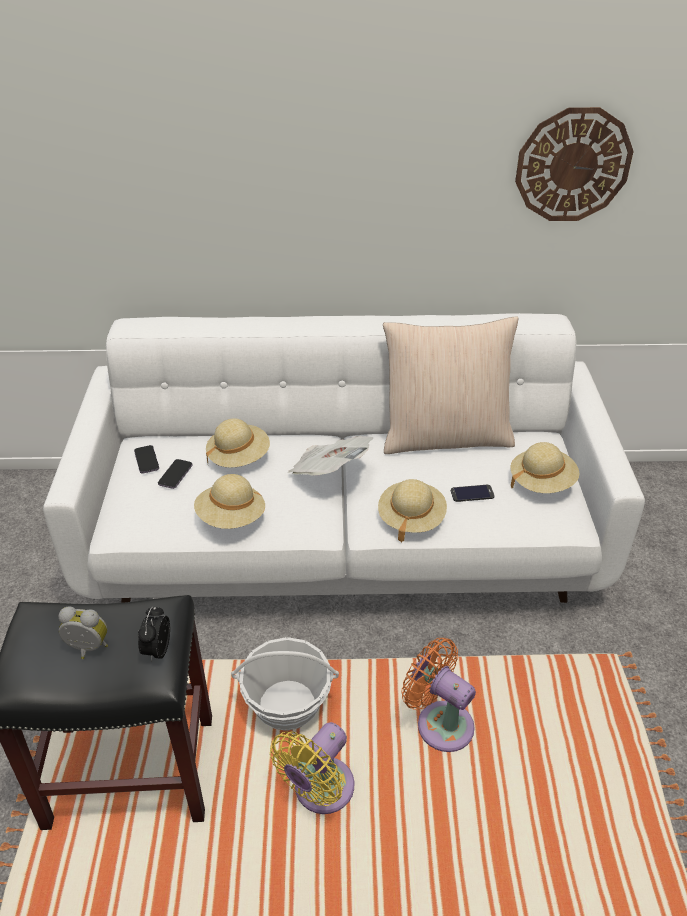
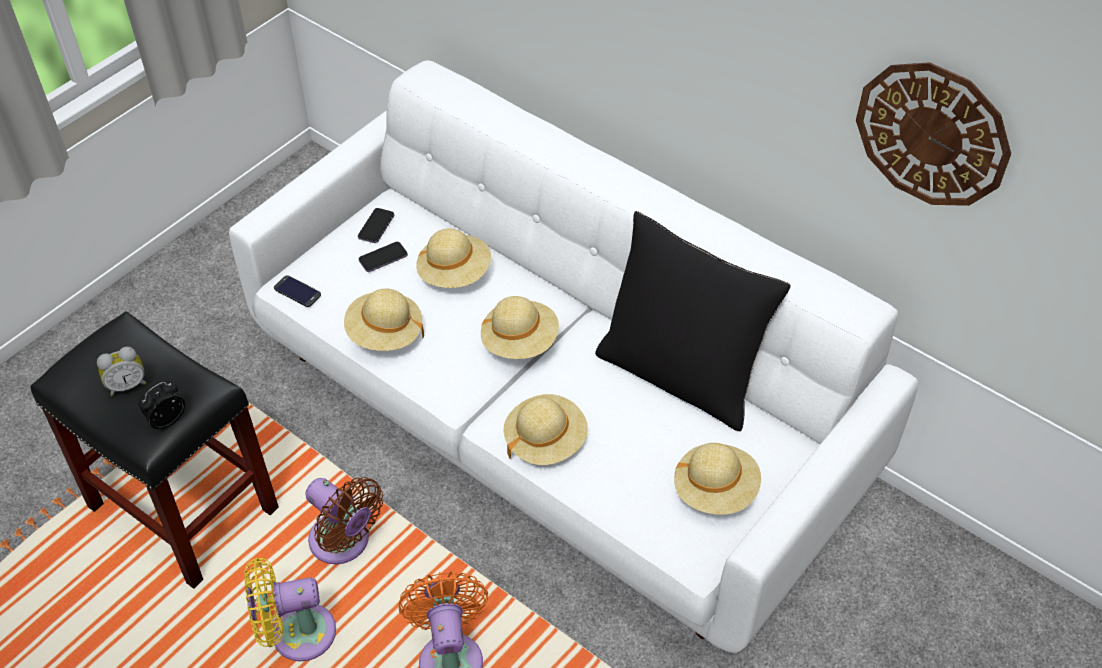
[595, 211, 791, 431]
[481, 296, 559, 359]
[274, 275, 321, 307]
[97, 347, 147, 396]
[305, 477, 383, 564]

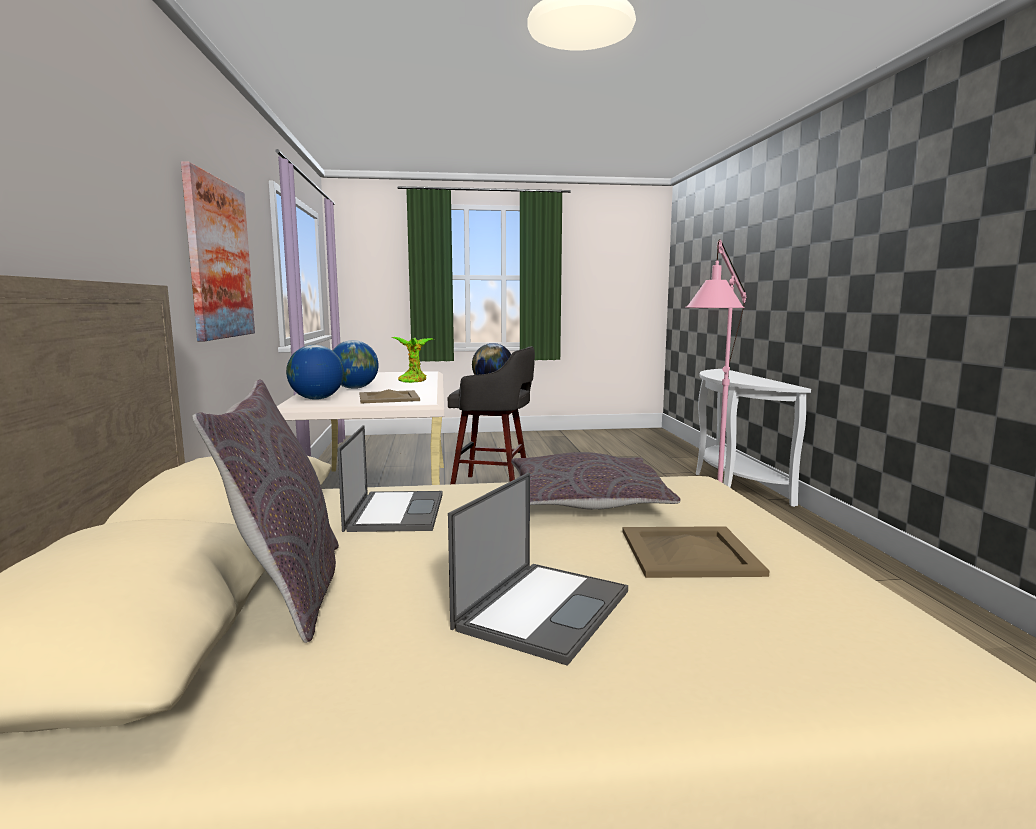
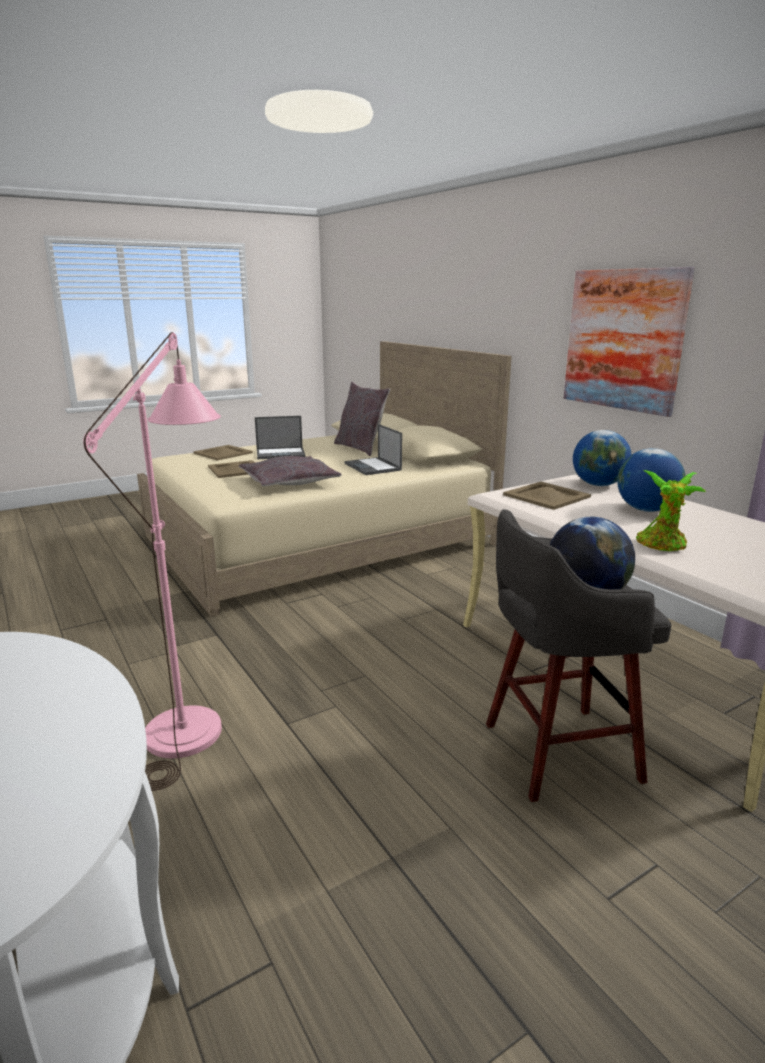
[255, 416, 305, 459]
[193, 445, 253, 461]

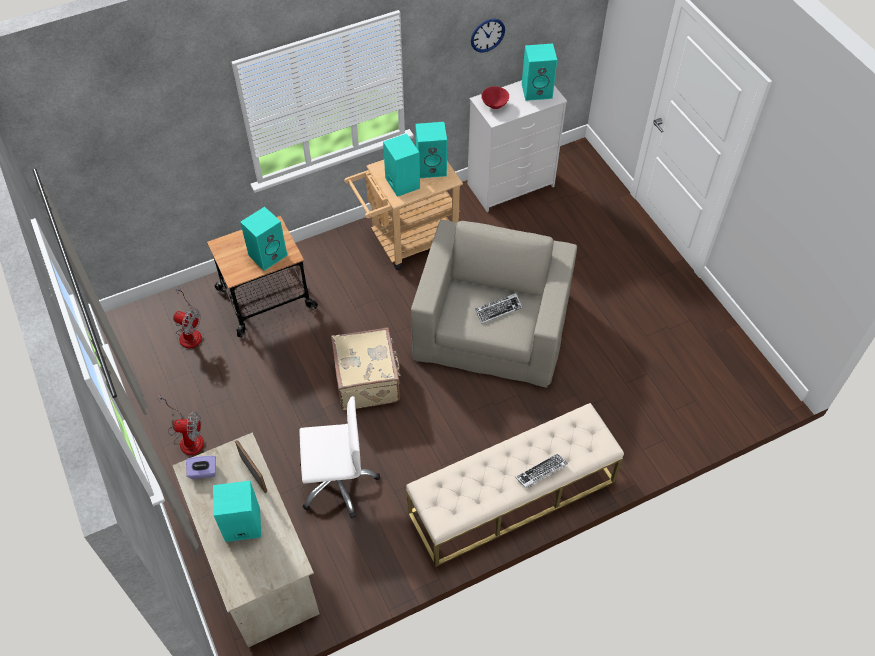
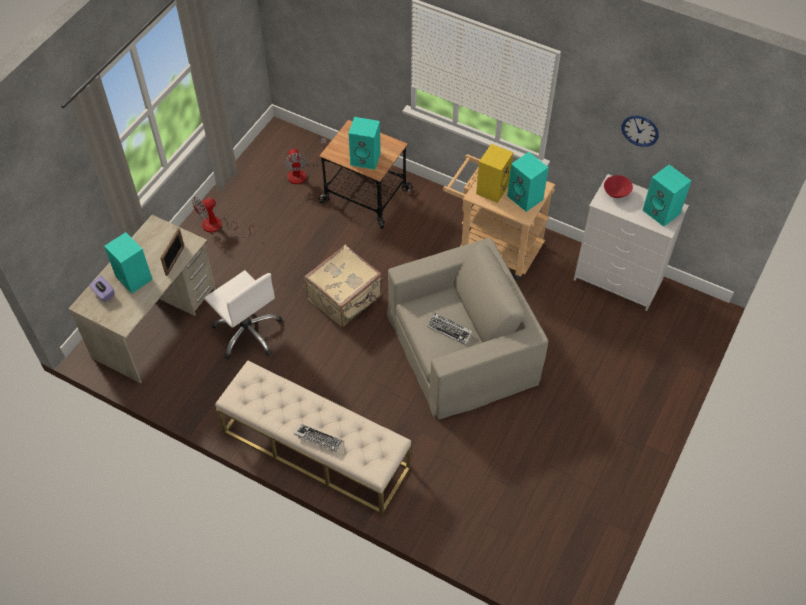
[476, 144, 513, 203]
[192, 197, 254, 238]
[89, 276, 114, 302]

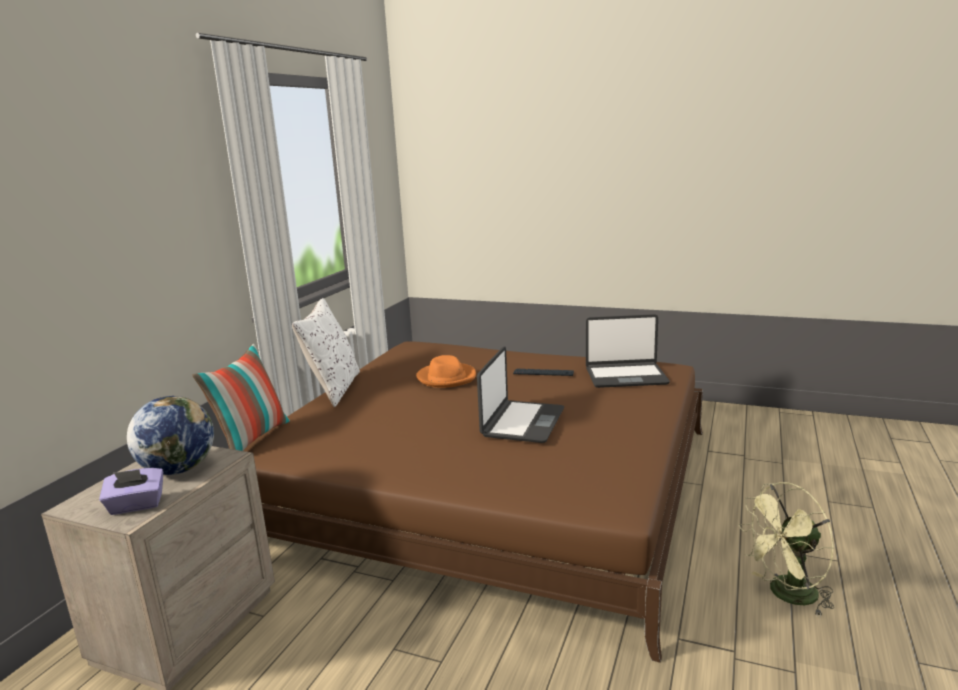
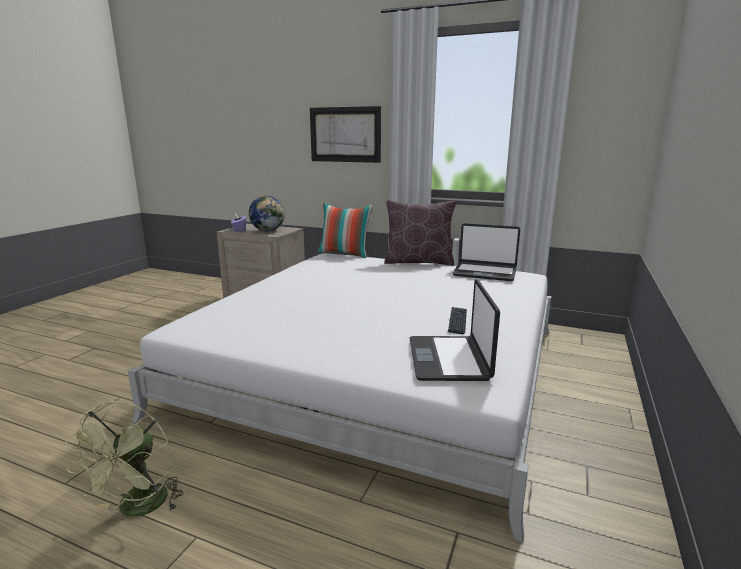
[384, 200, 456, 266]
[128, 254, 551, 542]
[453, 223, 520, 281]
[416, 355, 476, 388] (first image)
[65, 401, 184, 517]
[310, 106, 381, 163]

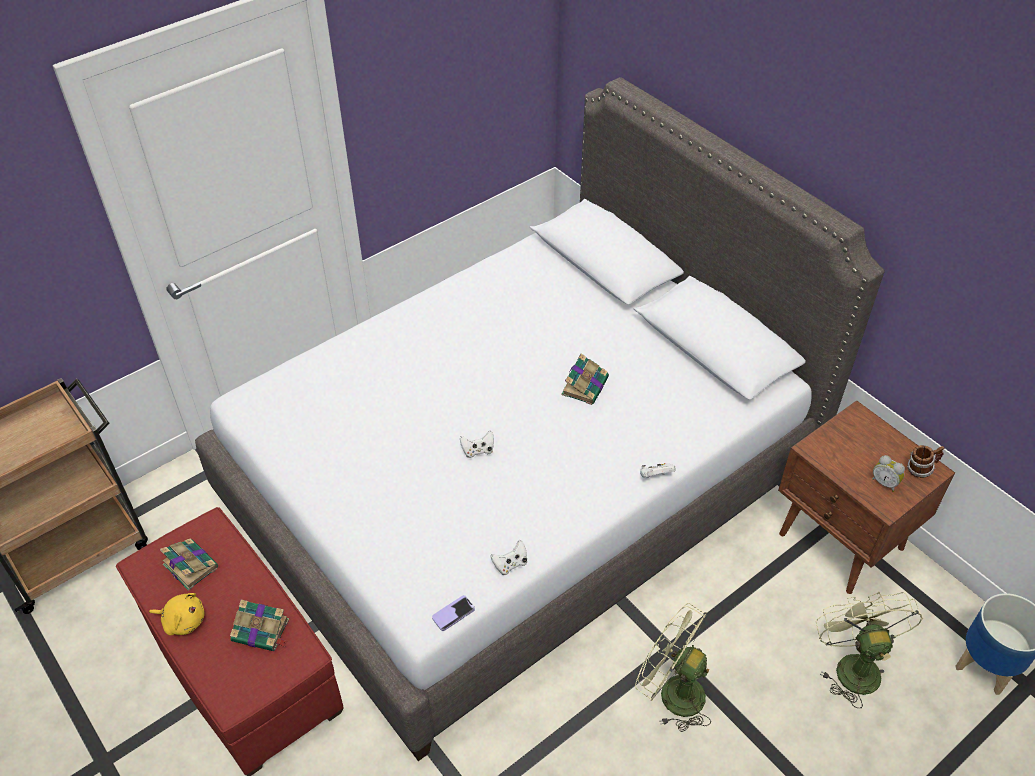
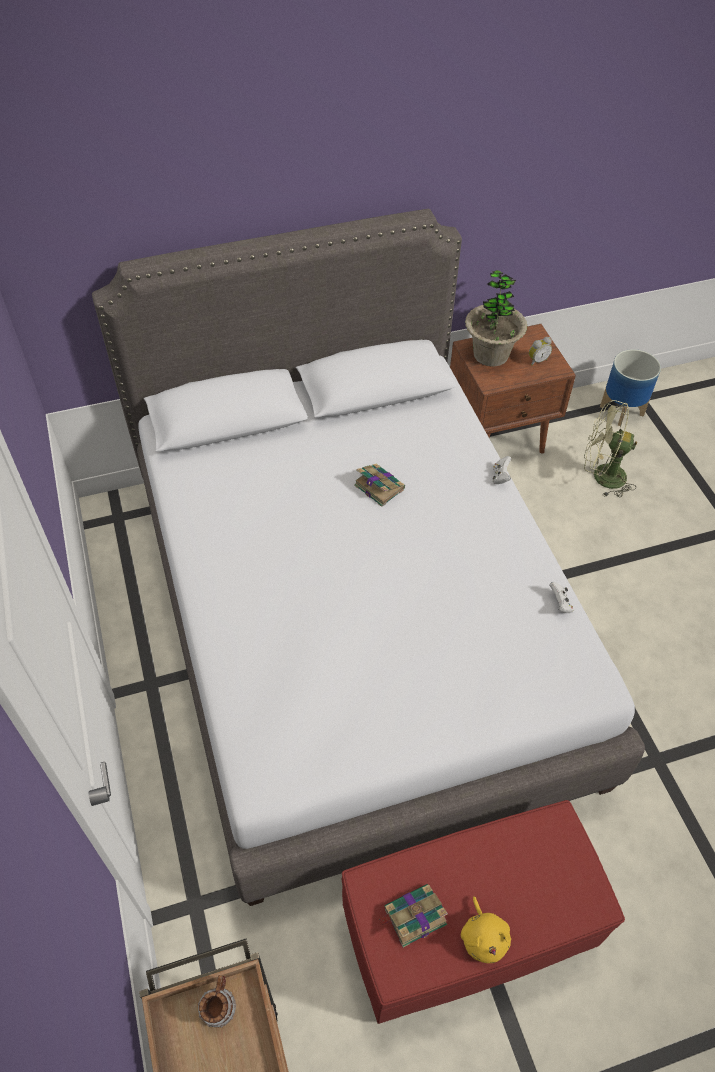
[460, 430, 494, 458] (first image)
[198, 975, 236, 1028]
[461, 896, 511, 963]
[432, 595, 475, 631] (first image)
[230, 600, 289, 651] (first image)
[635, 603, 711, 732] (first image)
[465, 270, 527, 367]

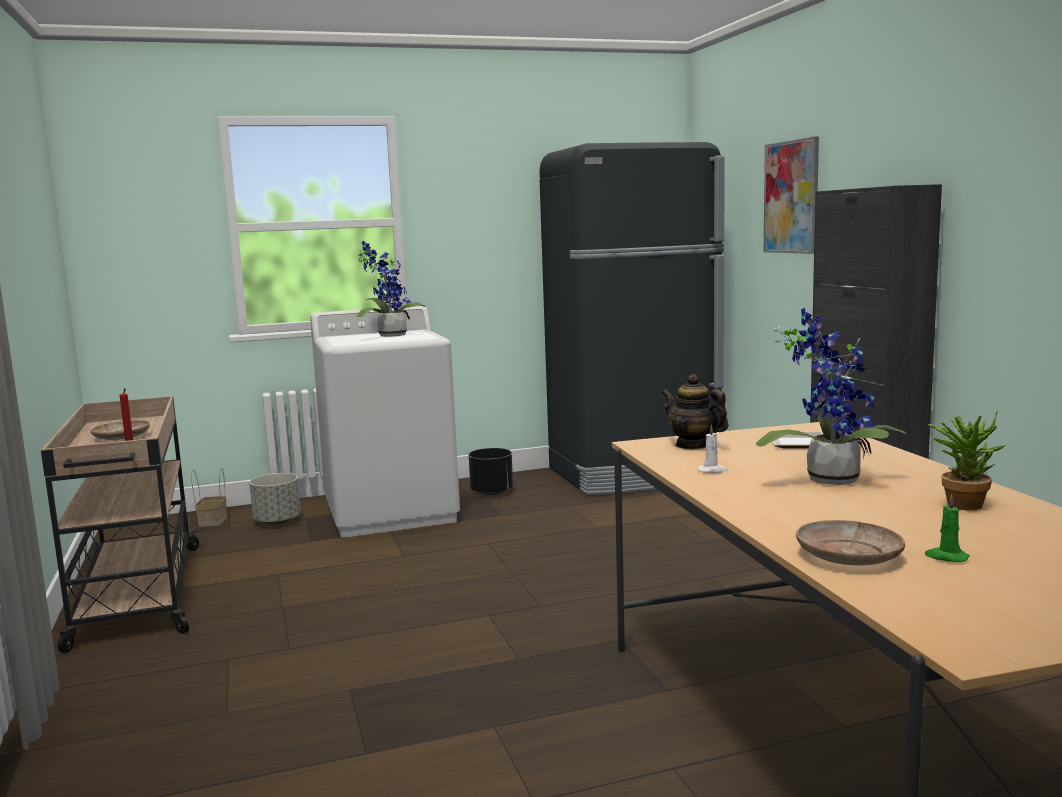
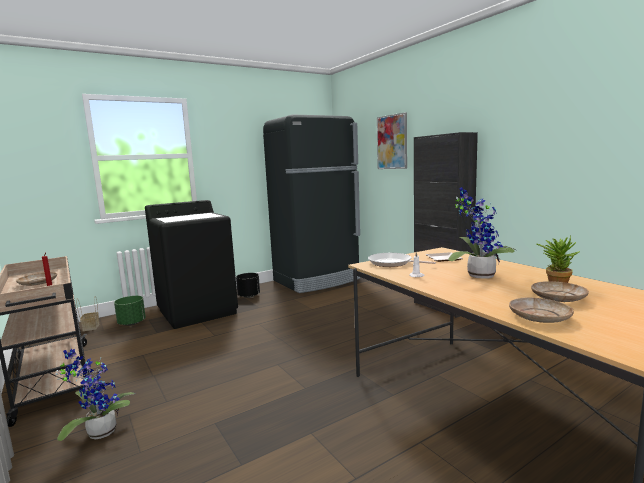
[55, 349, 135, 441]
[145, 200, 238, 329]
[368, 253, 436, 267]
[114, 296, 146, 326]
[925, 494, 969, 562] (first image)
[531, 281, 589, 302]

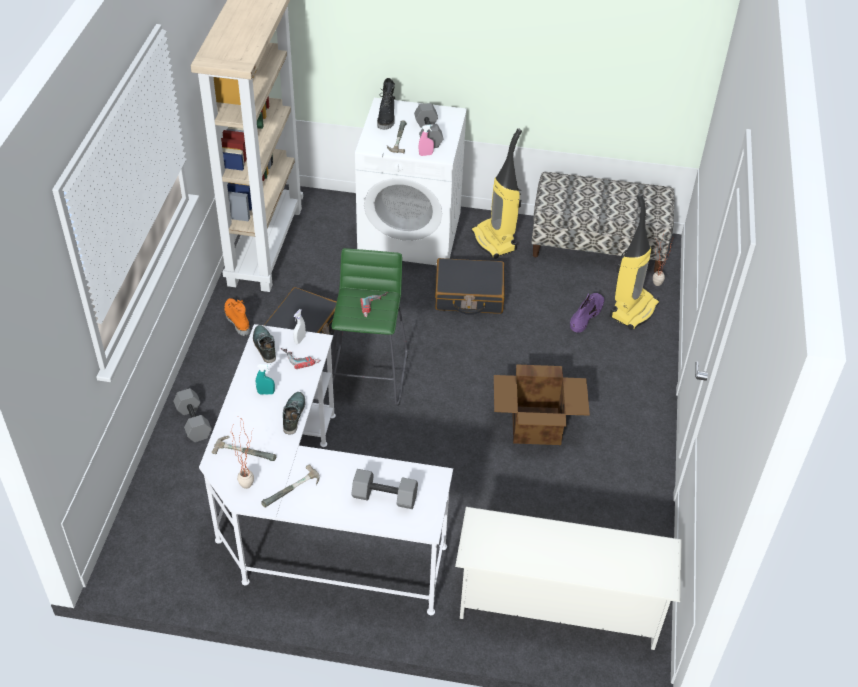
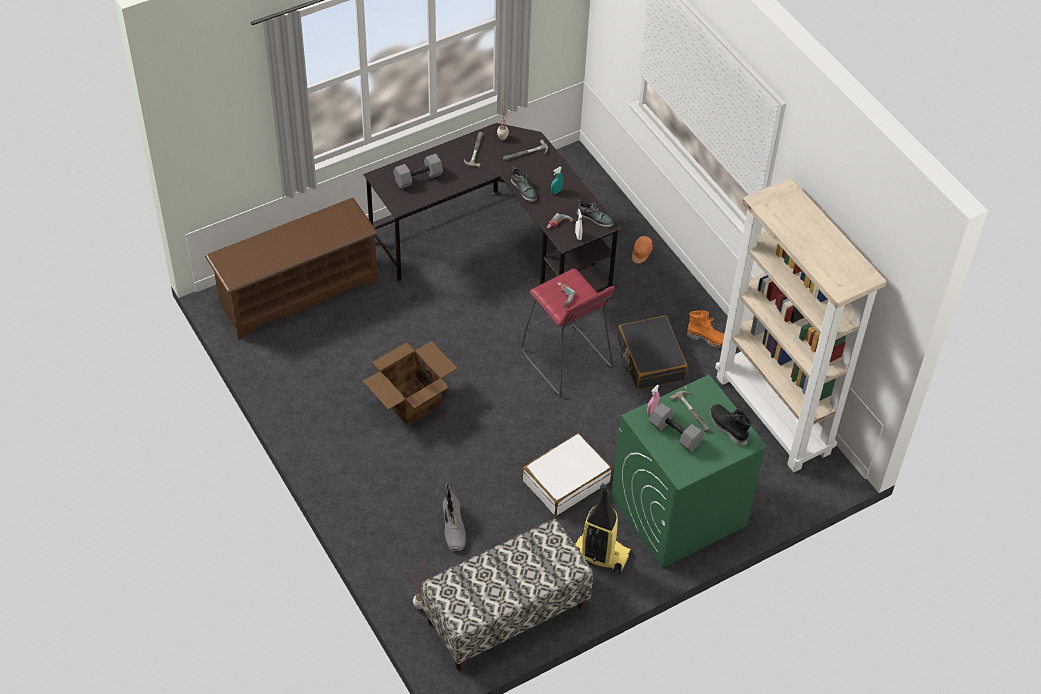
[611, 375, 768, 568]
[610, 194, 659, 330] (first image)
[521, 268, 615, 395]
[523, 433, 612, 516]
[443, 483, 466, 551]
[364, 123, 621, 293]
[632, 236, 653, 263]
[205, 198, 378, 339]

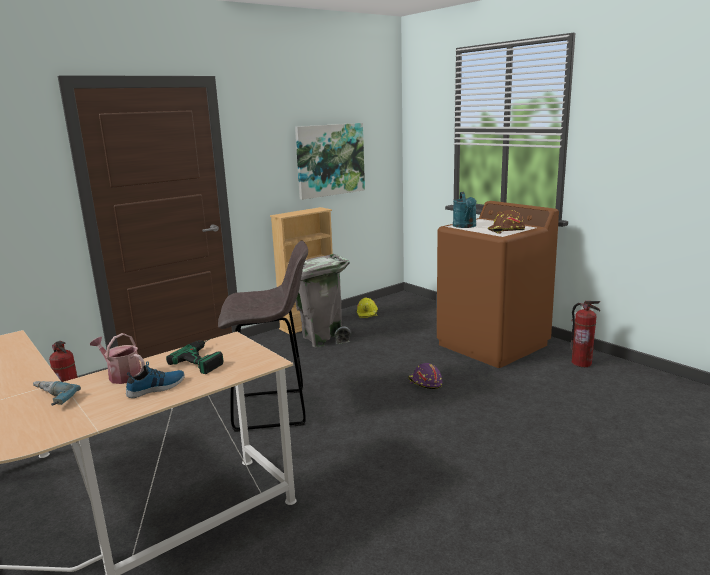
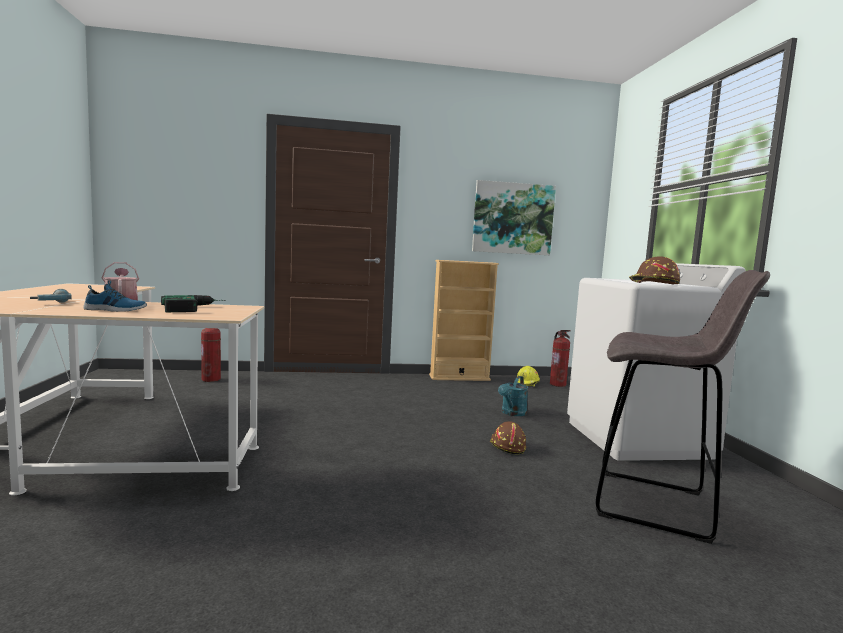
[498, 376, 528, 416]
[567, 263, 746, 461]
[596, 270, 770, 544]
[295, 254, 351, 347] (first image)
[550, 330, 571, 387]
[490, 421, 526, 454]

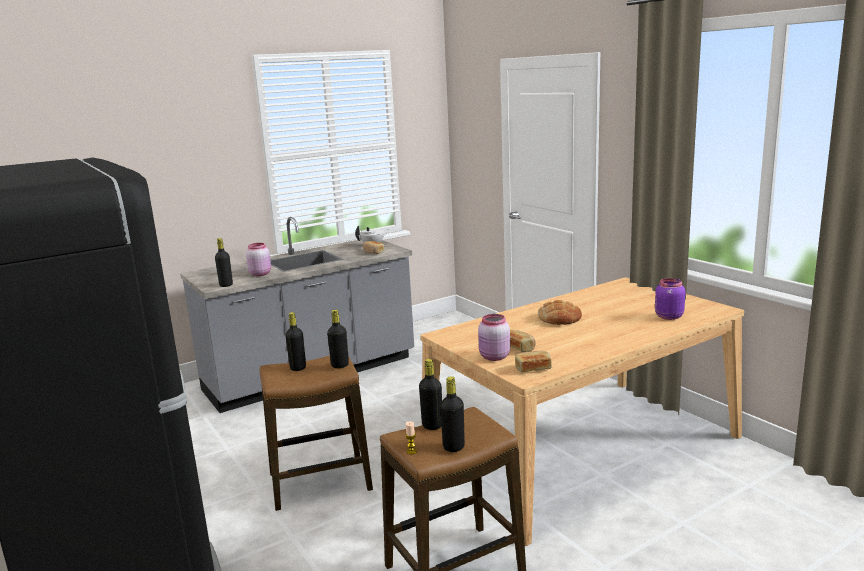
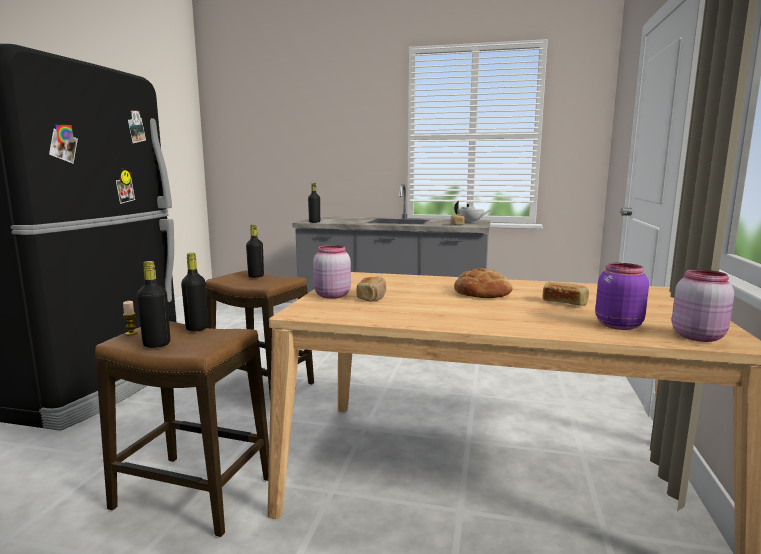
[672, 270, 734, 342]
[327, 310, 349, 368] (first image)
[543, 282, 589, 306]

